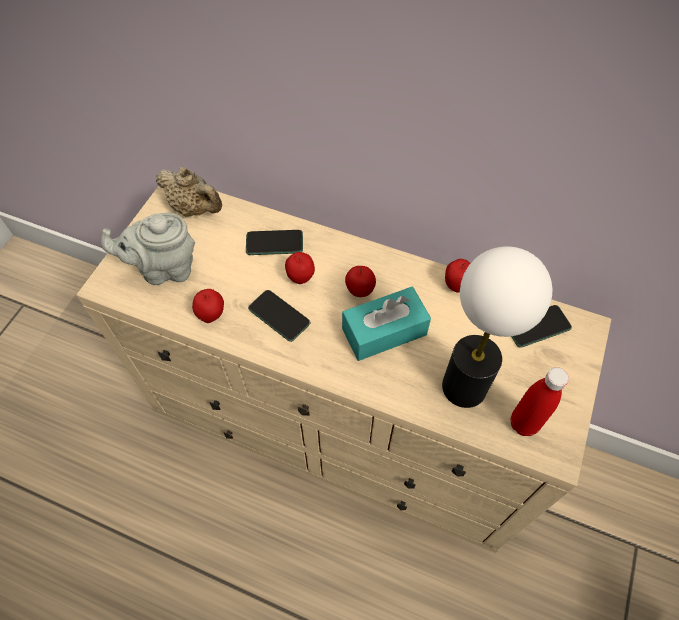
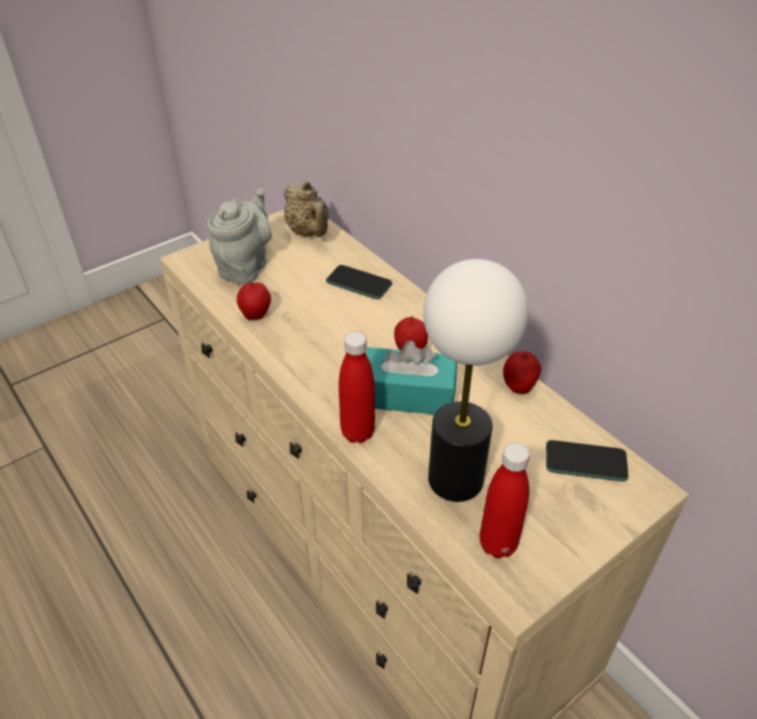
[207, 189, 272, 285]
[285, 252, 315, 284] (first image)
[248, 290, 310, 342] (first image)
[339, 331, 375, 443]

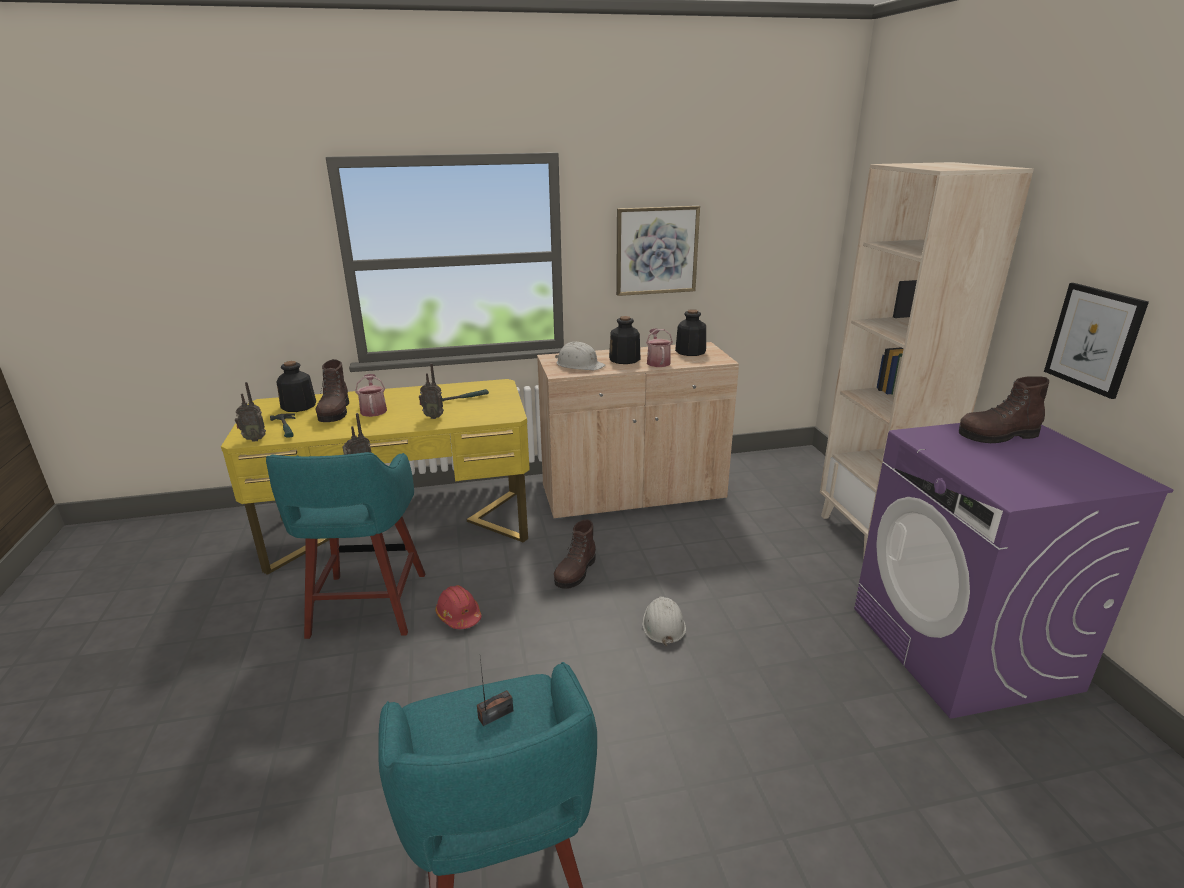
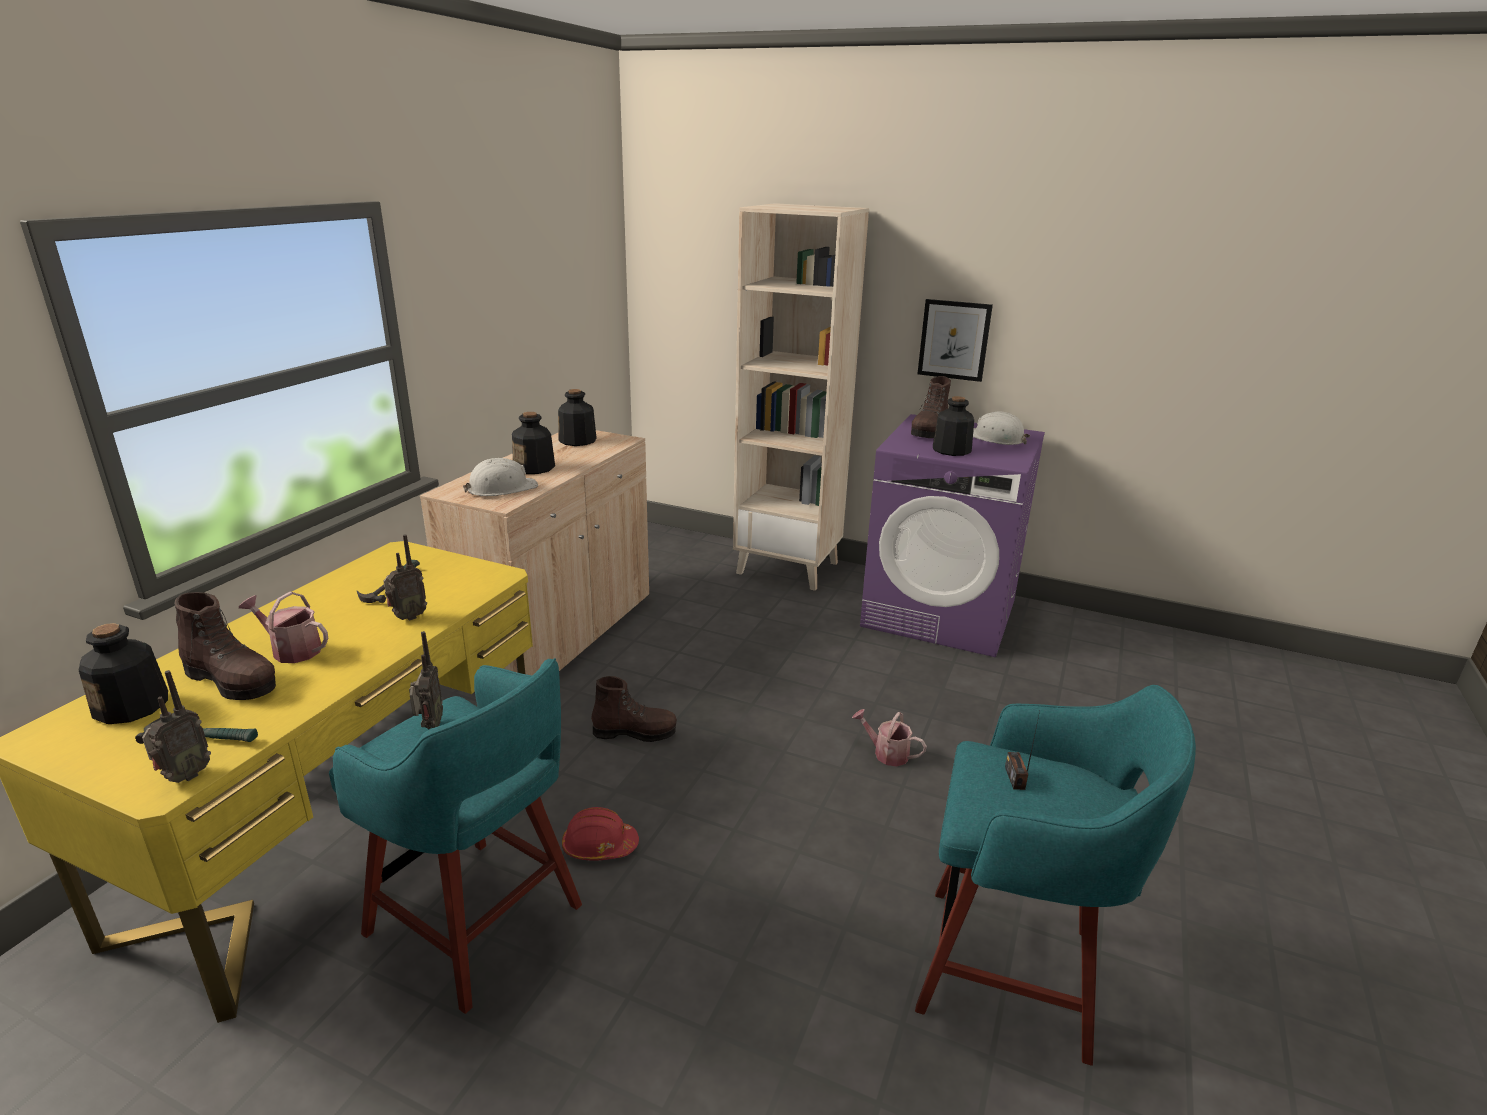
[616, 206, 700, 296] (first image)
[852, 709, 927, 767]
[591, 676, 677, 742]
[973, 412, 1031, 445]
[933, 396, 974, 456]

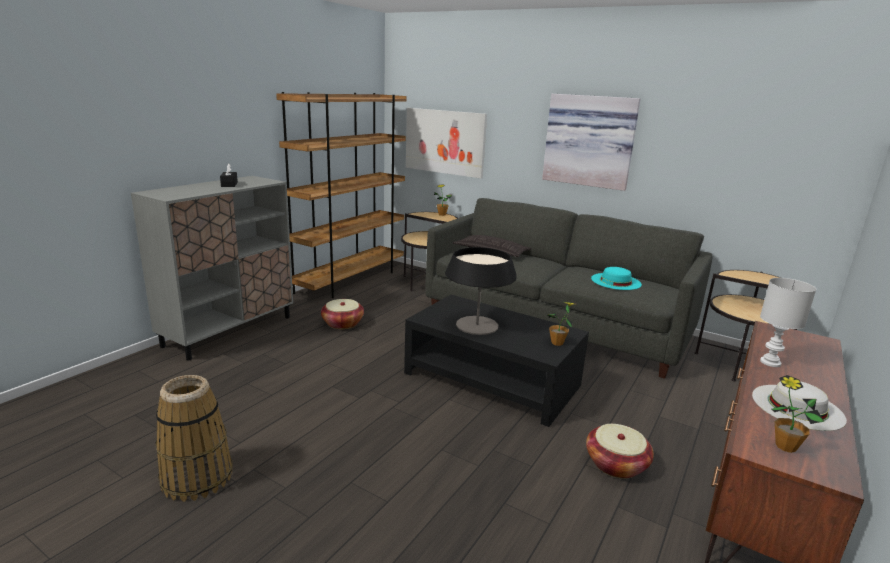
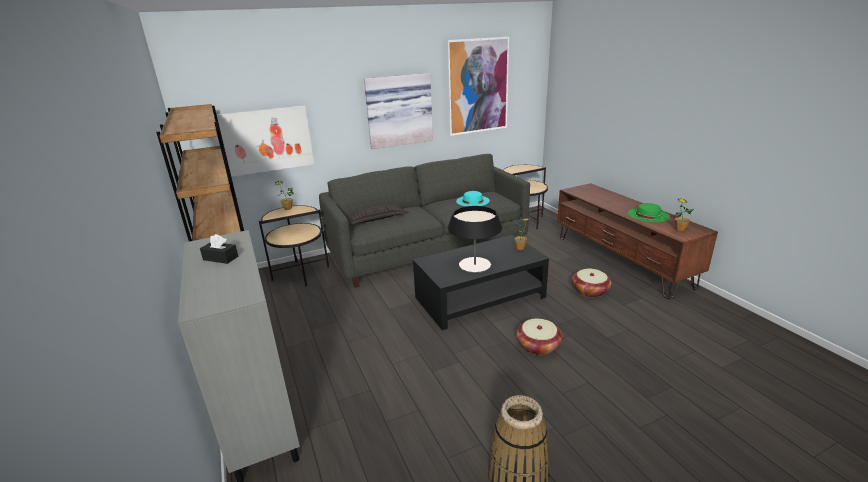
[760, 278, 816, 367] (first image)
[516, 319, 562, 355]
[628, 203, 670, 222]
[447, 37, 509, 136]

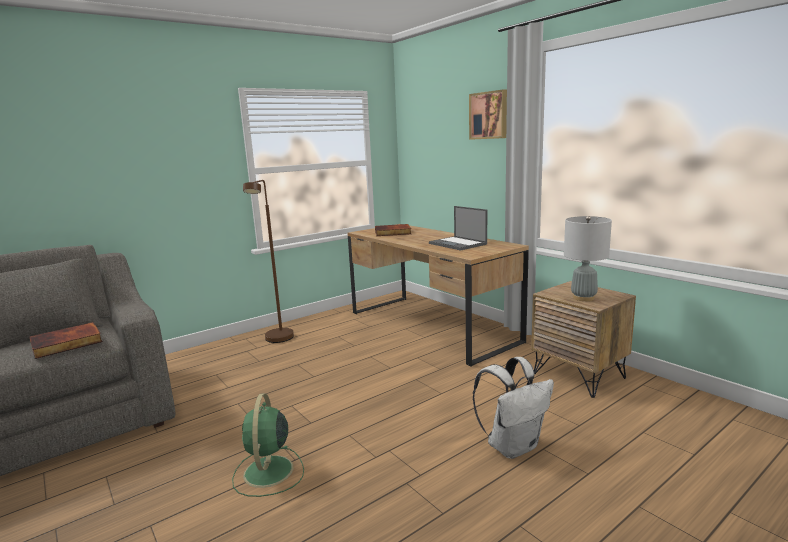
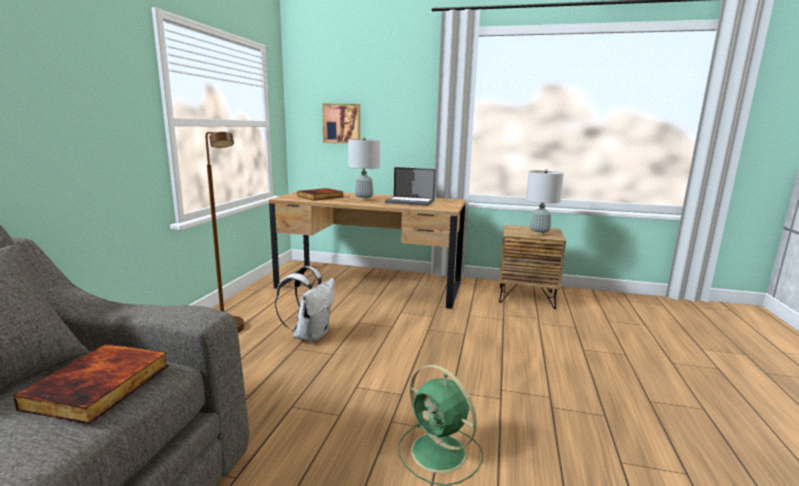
[322, 104, 360, 144]
[275, 266, 335, 343]
[348, 137, 380, 201]

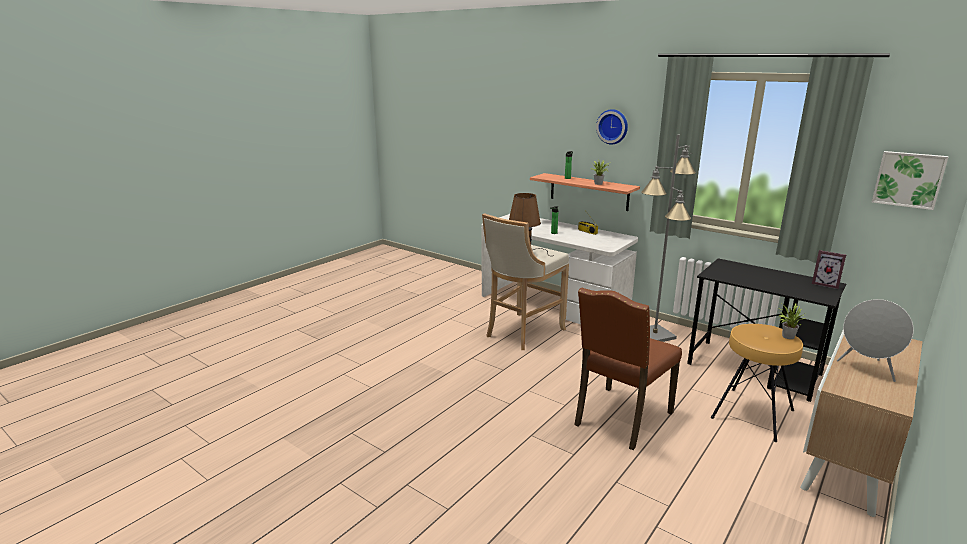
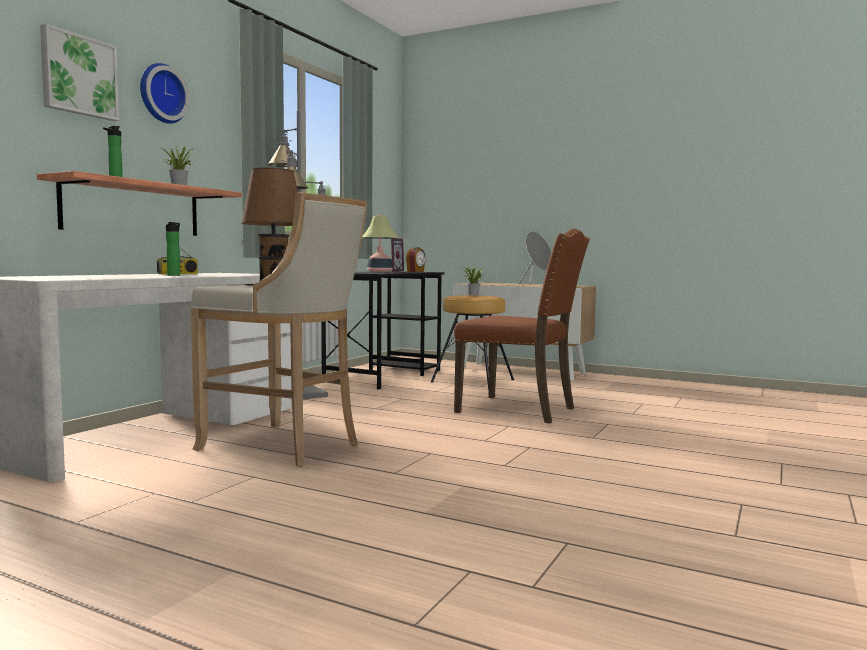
[40, 24, 119, 121]
[362, 214, 399, 272]
[406, 247, 426, 272]

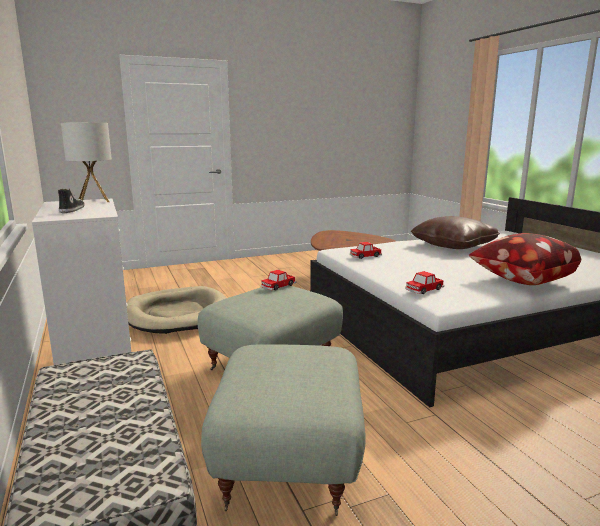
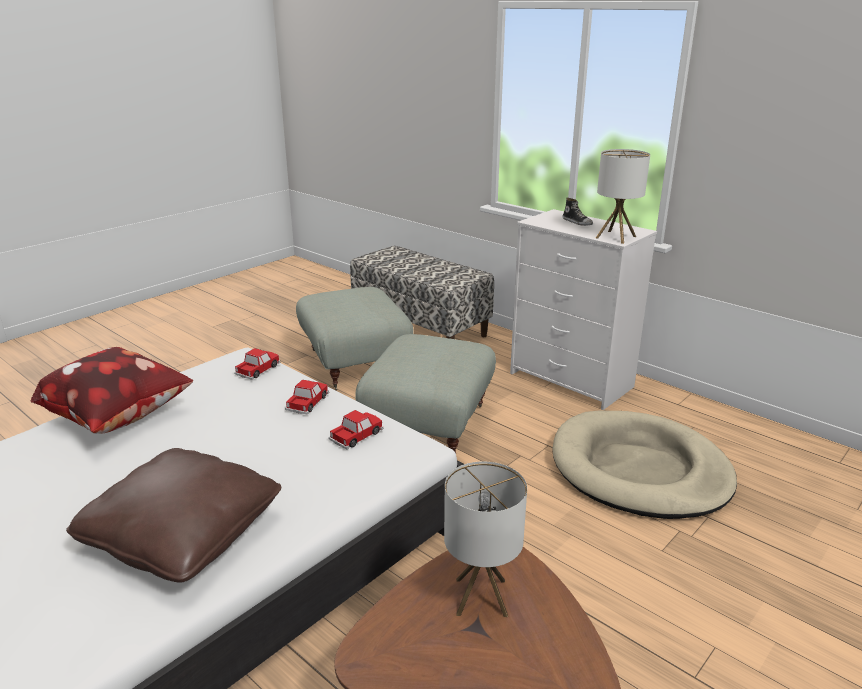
[285, 380, 329, 414]
[444, 461, 527, 617]

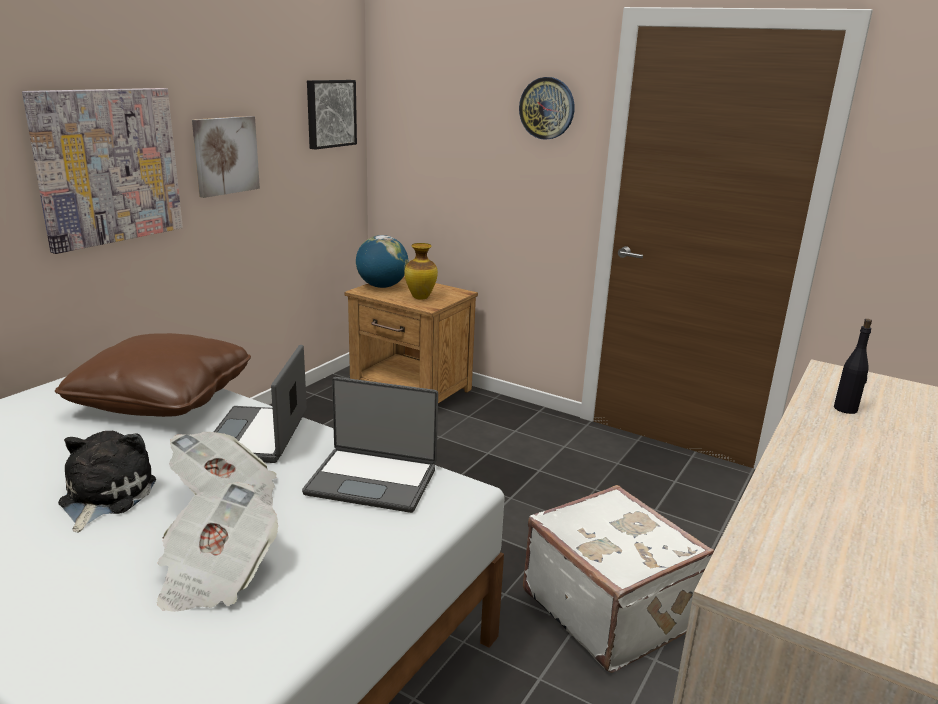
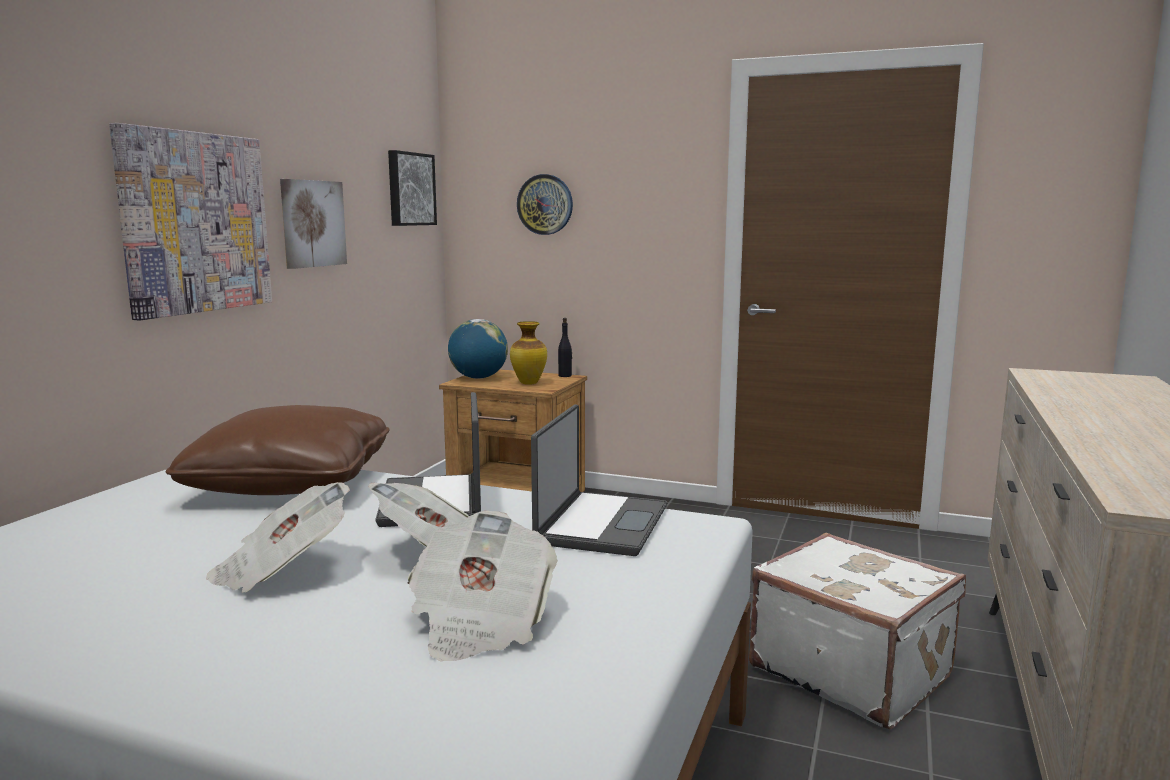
[517, 174, 573, 235]
[558, 318, 572, 377]
[531, 404, 667, 556]
[206, 482, 350, 593]

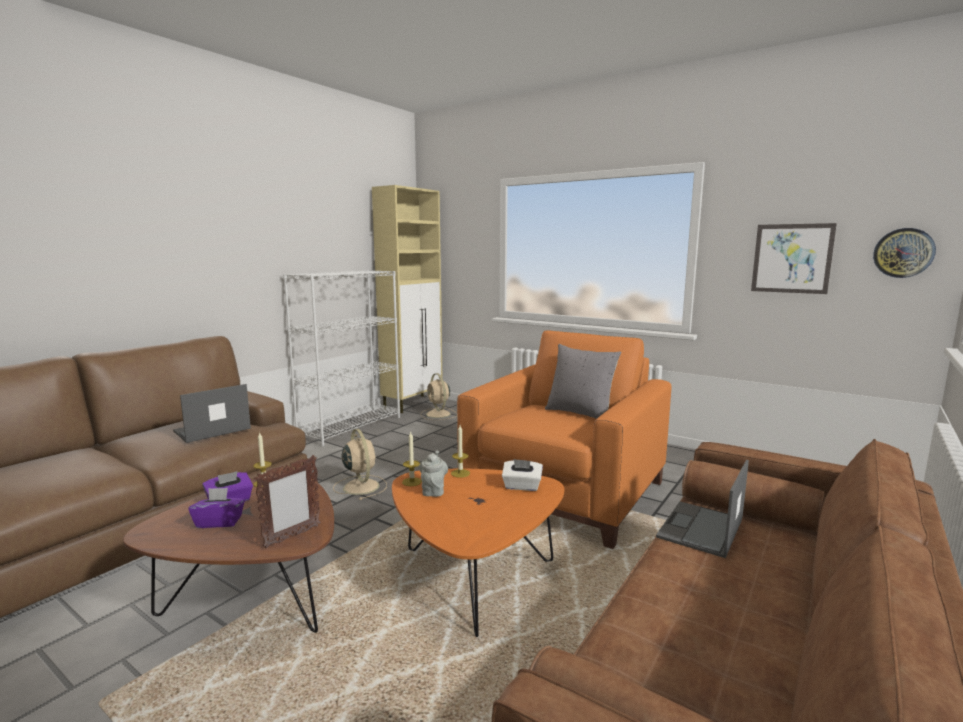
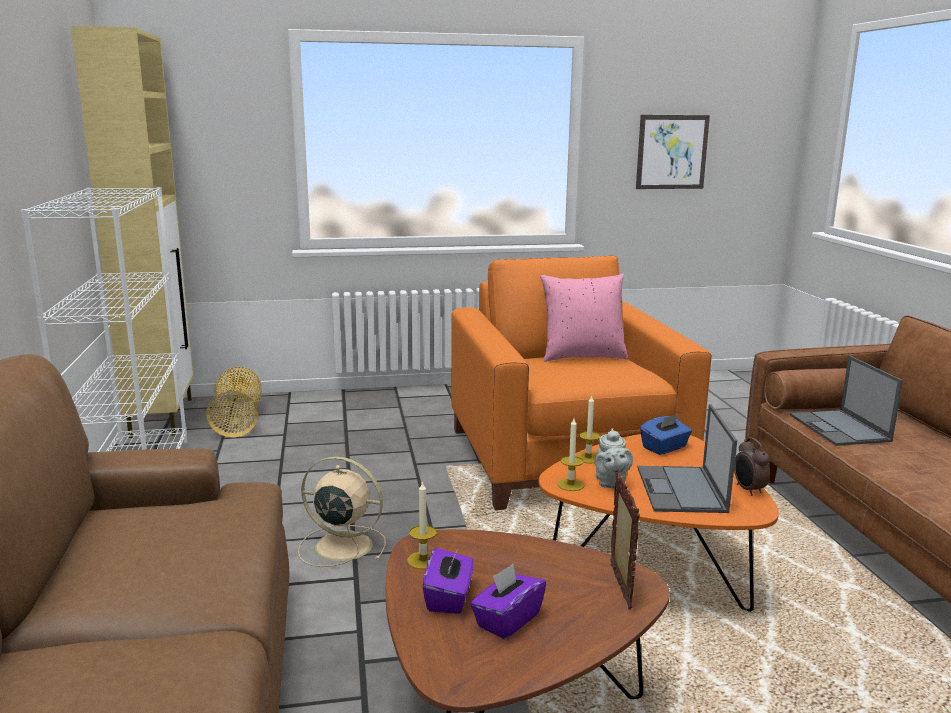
[873, 228, 936, 278] (first image)
[540, 274, 628, 362]
[206, 367, 262, 438]
[638, 404, 737, 513]
[595, 428, 633, 489]
[640, 414, 692, 455]
[734, 437, 770, 496]

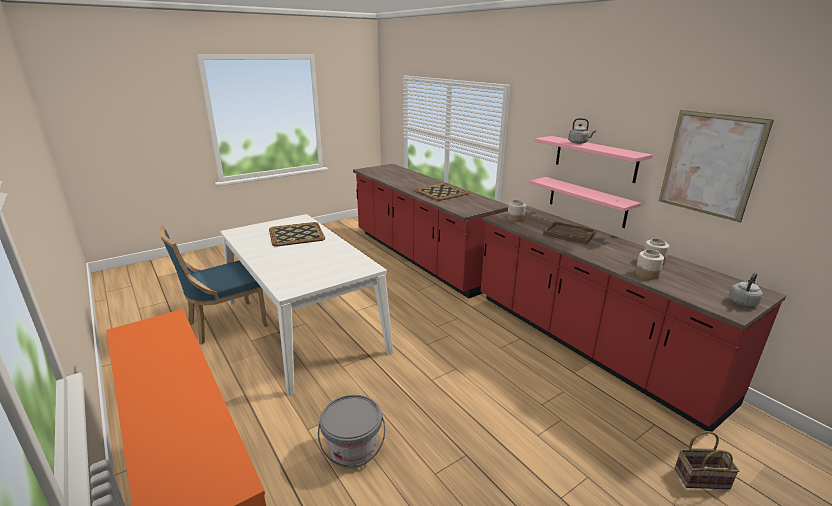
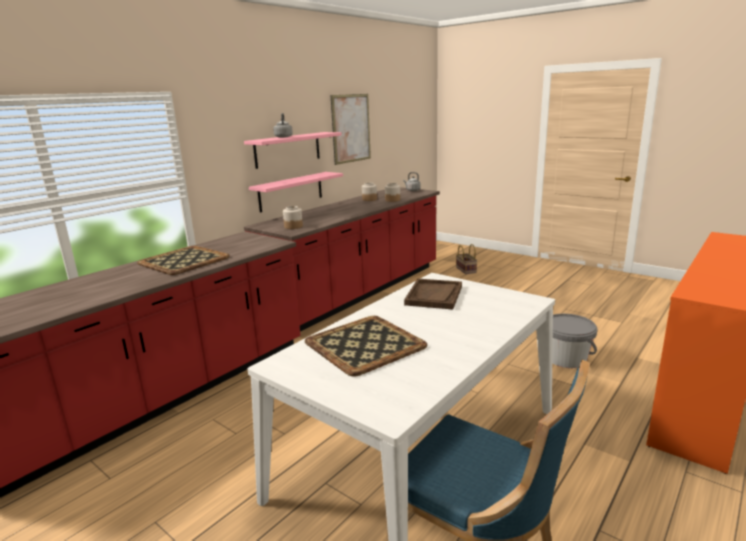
[404, 279, 462, 310]

